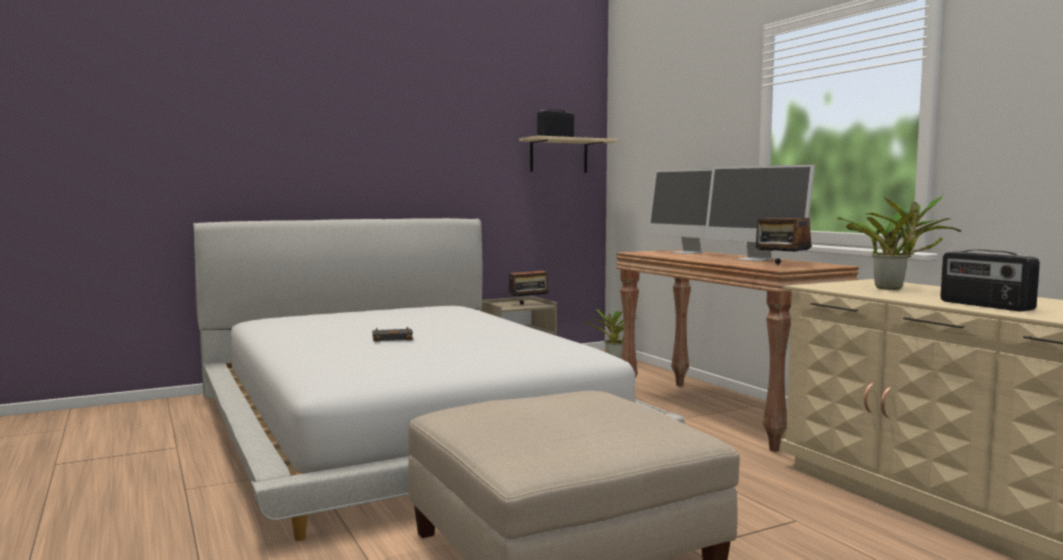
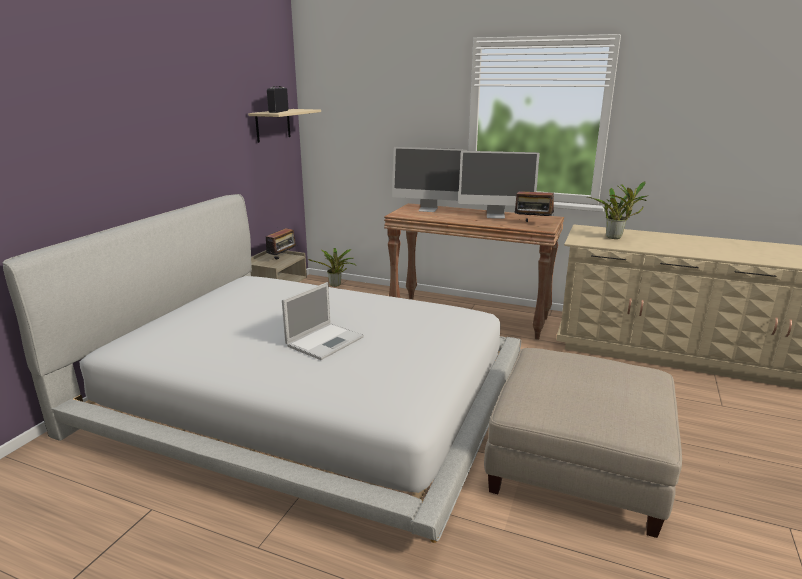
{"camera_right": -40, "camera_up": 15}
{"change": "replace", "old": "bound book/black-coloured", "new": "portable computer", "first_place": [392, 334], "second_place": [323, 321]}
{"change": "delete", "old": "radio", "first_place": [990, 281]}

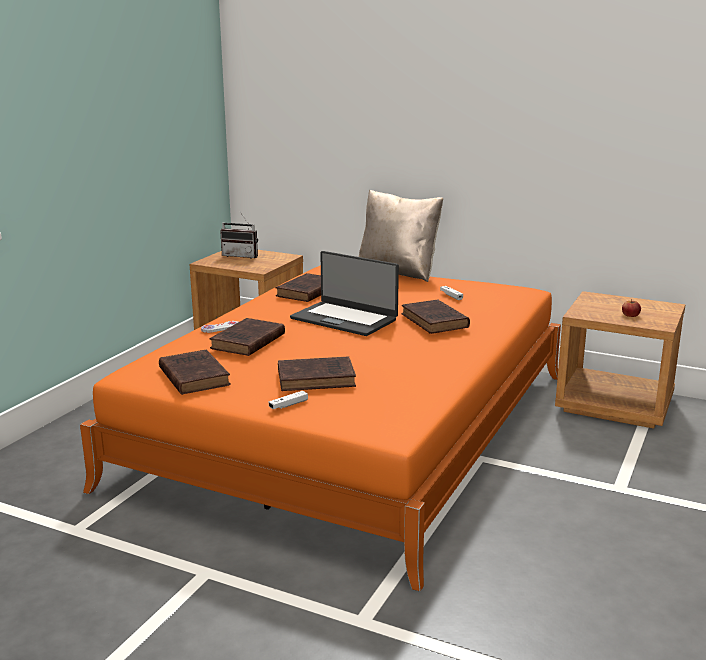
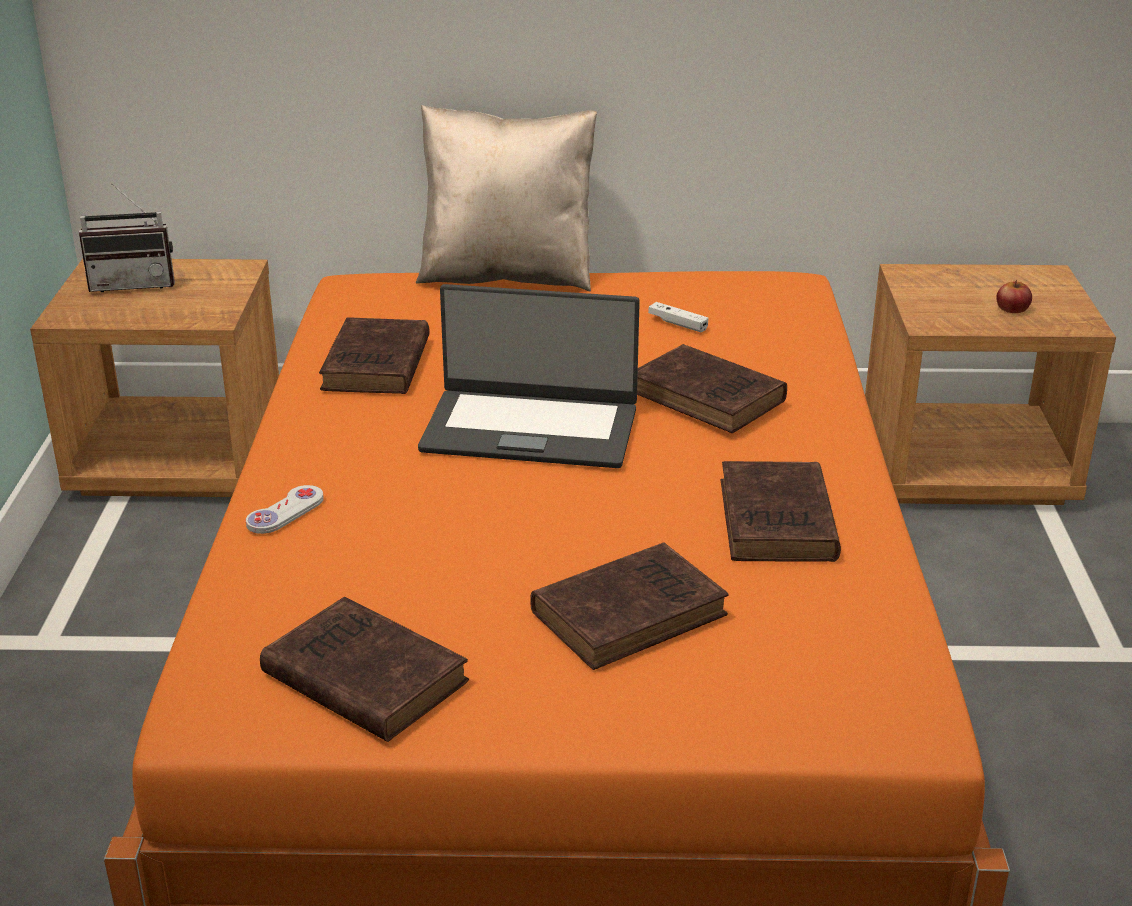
{"camera_right": -25, "camera_up": 10}
{"change": "move", "old": "bound book/brownish", "first_place": [247, 337], "second_place": [781, 511]}
{"change": "delete", "old": "gamepad/white-coloured", "first_place": [288, 400]}

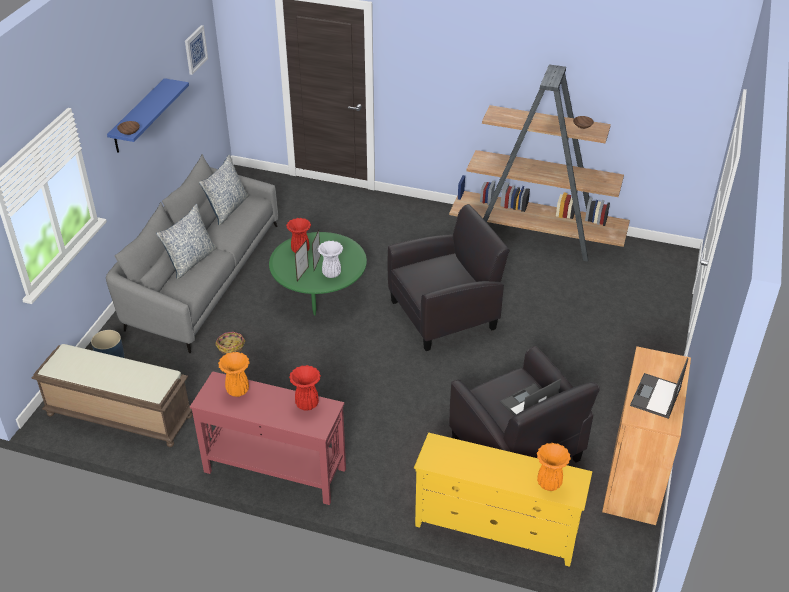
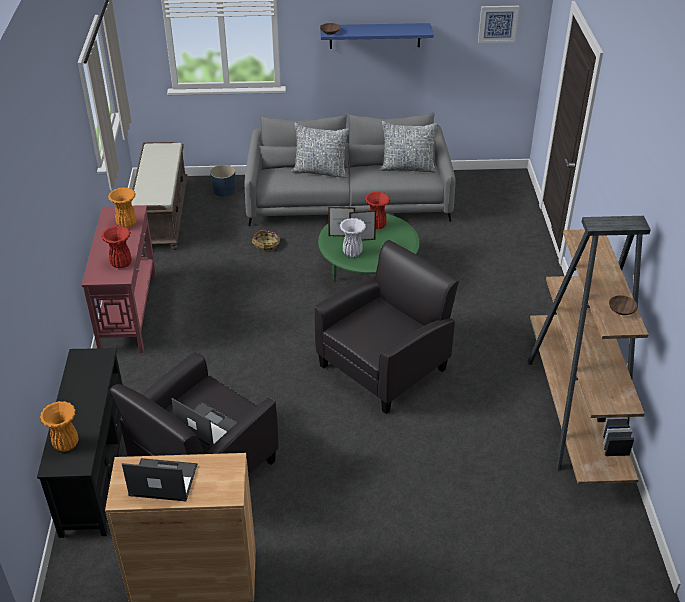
{"camera_right": 70, "camera_up": 0}
{"change": "recolor", "old": "tv stand/yellow", "new": "tv stand/black-coloured", "first_place": [503, 499], "second_place": [80, 443]}
{"change": "rotate", "old": "easy chair/black-coloured", "first_place": [449, 277], "second_place": [387, 327], "degrees": -90}

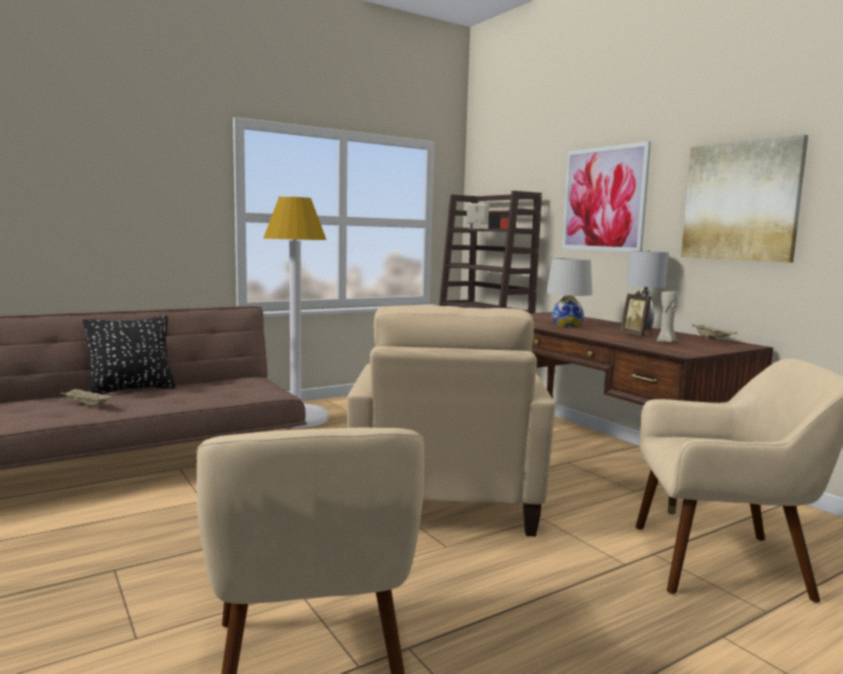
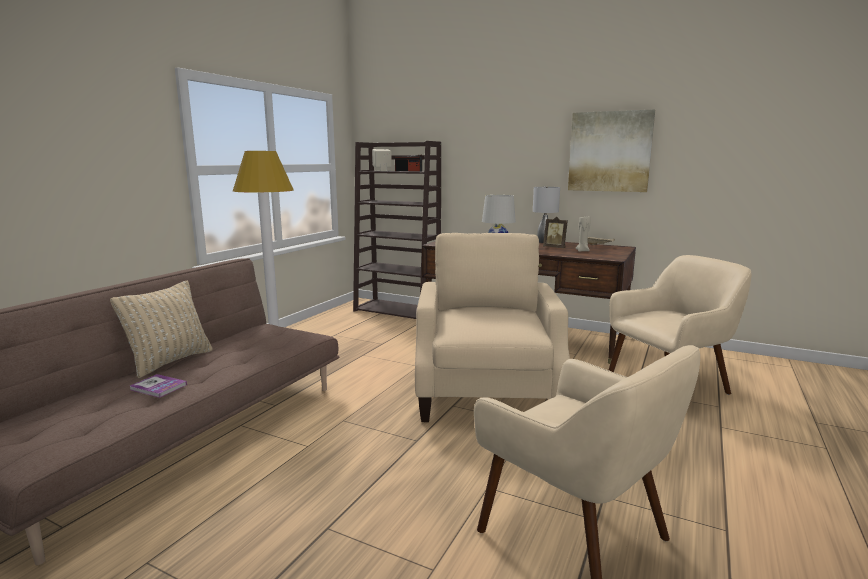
{"camera_right": -30, "camera_up": 5}
{"change": "recolor", "old": "pillow/black-coloured", "new": "pillow/beige", "first_place": [129, 355], "second_place": [161, 329]}
{"change": "replace", "old": "tray/beige", "new": "bound book", "first_place": [86, 397], "second_place": [158, 386]}
{"change": "rotate", "old": "easy chair/beige", "first_place": [451, 420], "second_place": [492, 327], "degrees": -150}
{"change": "delete", "old": "wall art", "first_place": [606, 196]}

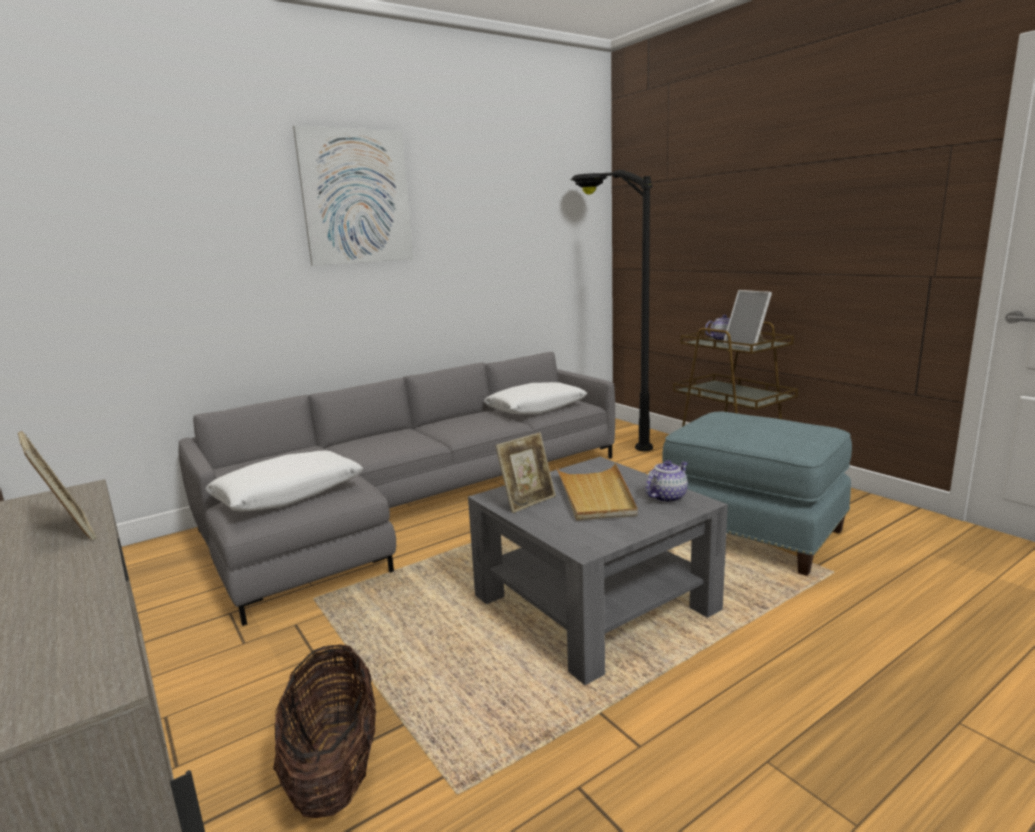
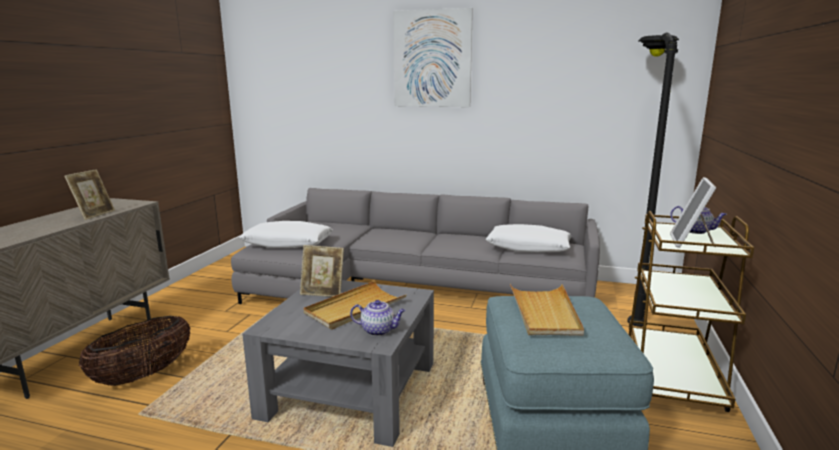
{"camera_right": 50, "camera_up": 0}
{"change": "insert", "new": "tray/beige", "second_place": [547, 310]}

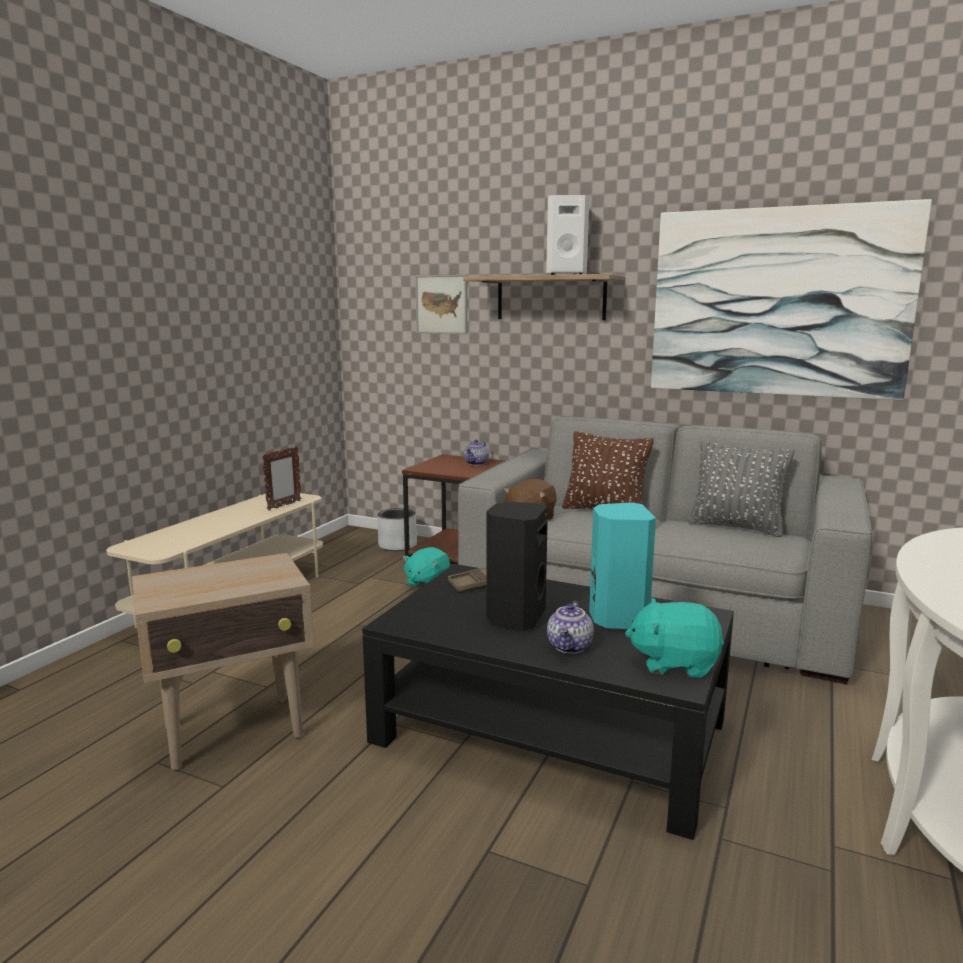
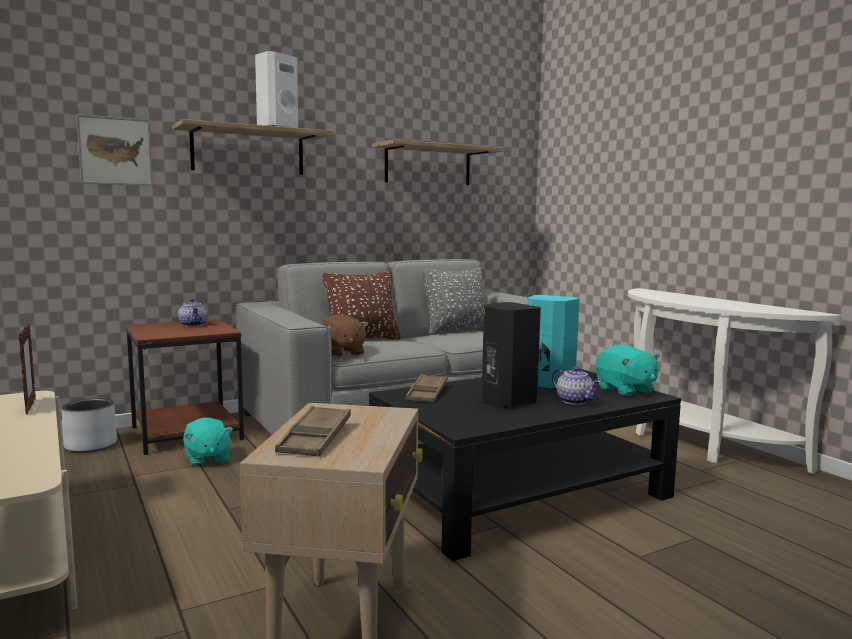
{"camera_right": -55, "camera_up": -5}
{"change": "insert", "new": "tray/brownish", "second_place": [313, 431]}
{"change": "replace", "old": "wall art", "new": "bracket shelf", "first_place": [791, 299], "second_place": [438, 162]}
{"change": "rotate", "old": "soft toy/turquoise", "first_place": [674, 638], "second_place": [627, 370], "degrees": -75}

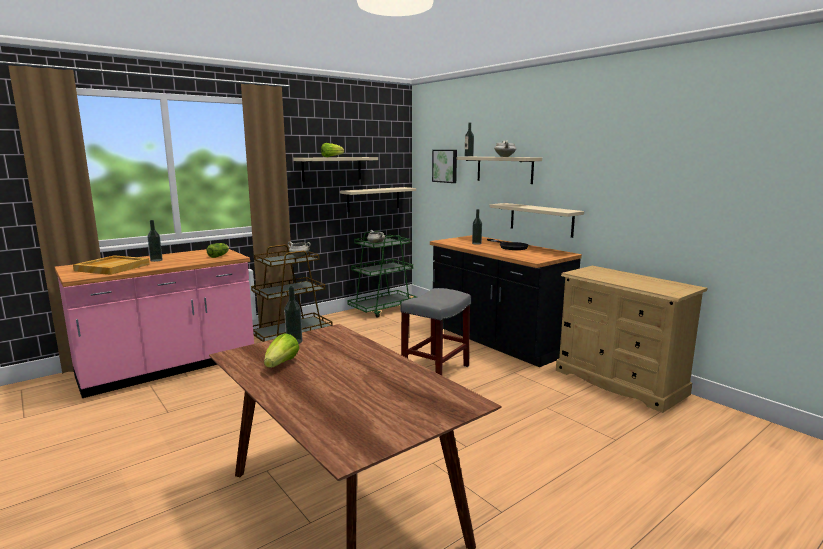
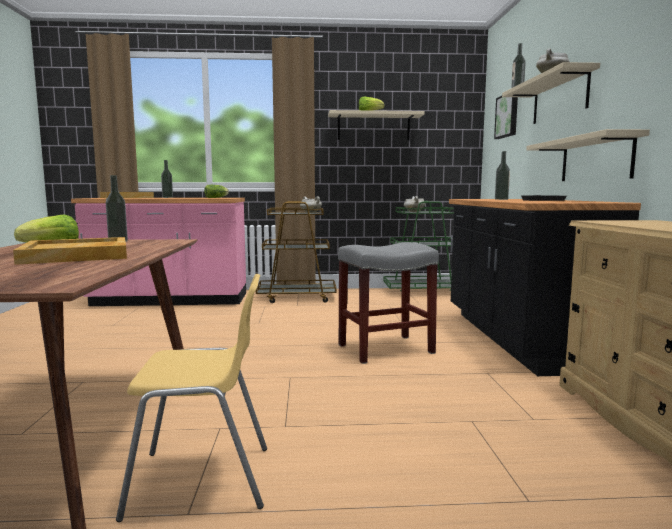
{"camera_right": 35, "camera_up": -5}
{"change": "insert", "new": "tray/beige", "second_place": [70, 251]}
{"change": "insert", "new": "chair/yellow", "second_place": [191, 398]}
{"change": "delete", "old": "bracket shelf/beige", "first_place": [378, 199]}

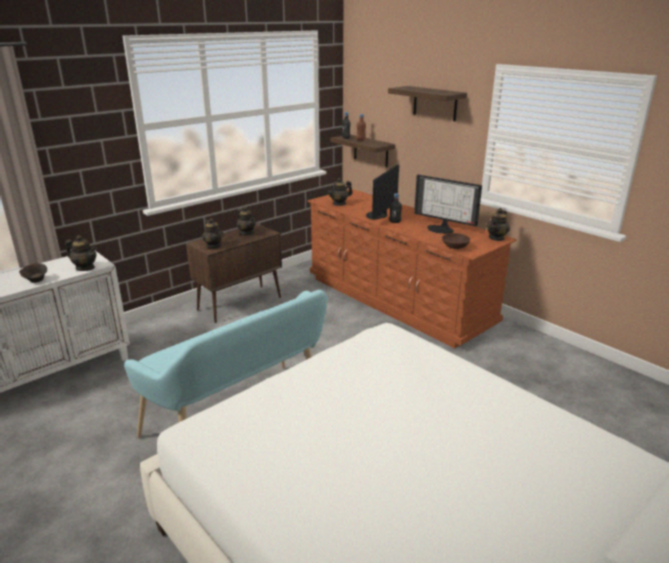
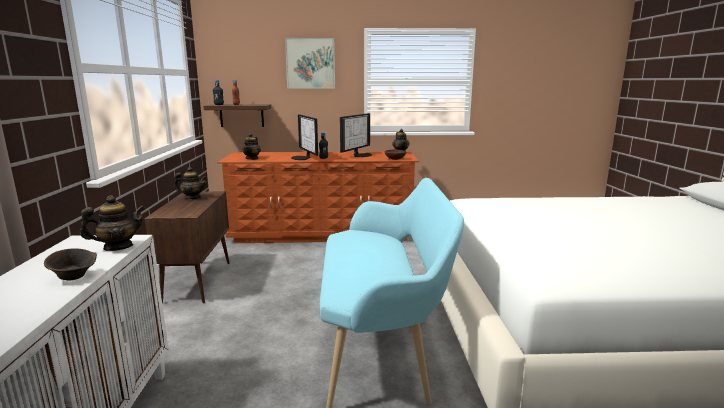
{"camera_right": -50, "camera_up": -10}
{"change": "replace", "old": "bracket shelf", "new": "wall art", "first_place": [427, 103], "second_place": [310, 63]}
{"change": "rotate", "old": "computer display", "first_place": [448, 204], "second_place": [356, 135], "degrees": -45}
{"change": "delete", "old": "tea pot", "first_place": [213, 233]}

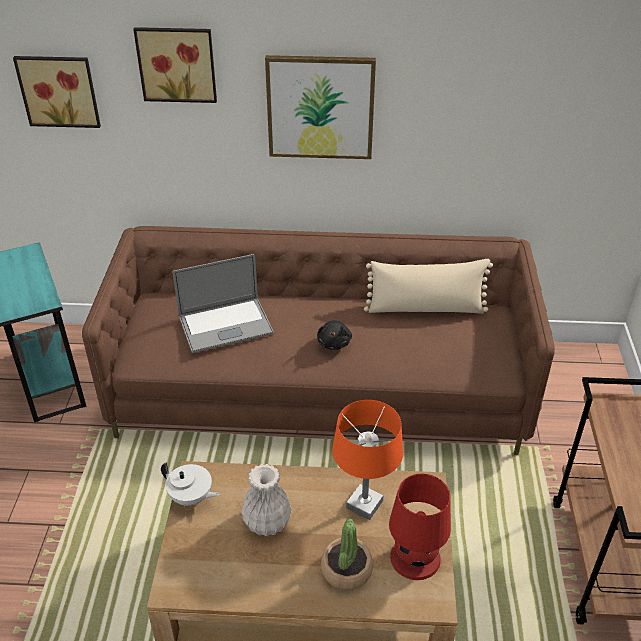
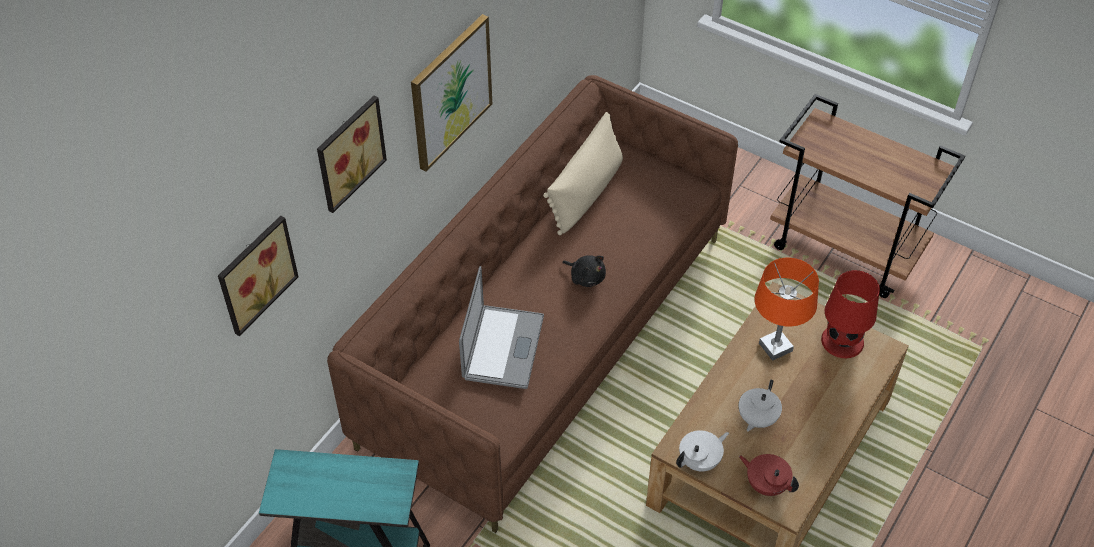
{"camera_right": -60, "camera_up": 10}
{"change": "replace", "old": "decorative vase/white-coloured", "new": "tea pot/white-coloured", "first_place": [266, 500], "second_place": [760, 405]}
{"change": "insert", "new": "tea pot/reddish", "second_place": [769, 475]}
{"change": "delete", "old": "plant in a pot", "first_place": [347, 554]}

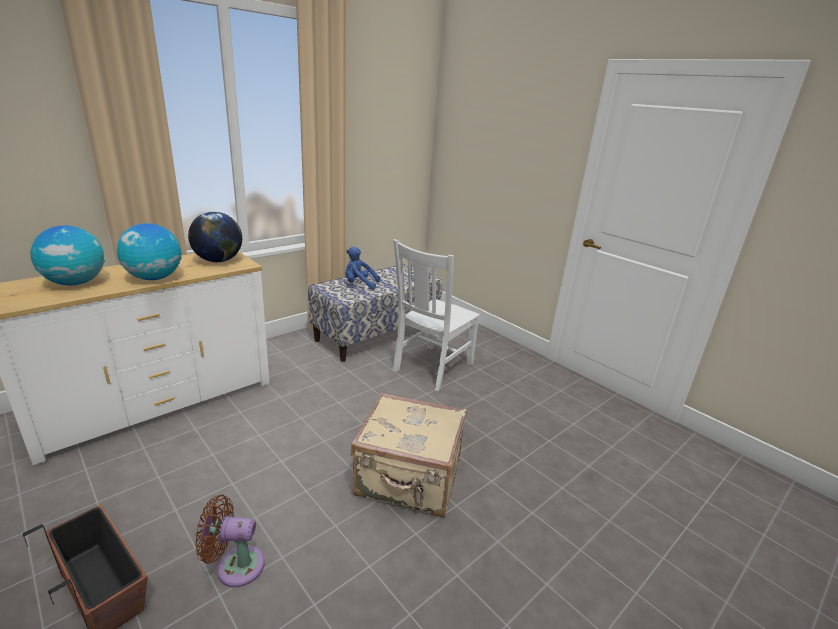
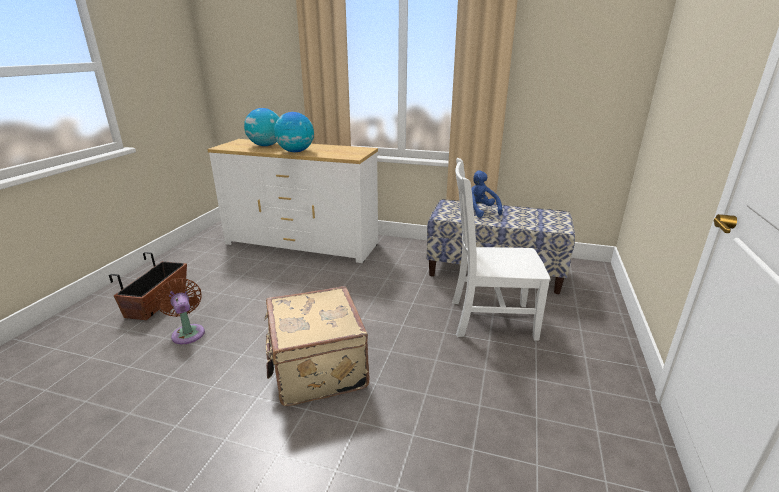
{"camera_right": 60, "camera_up": 0}
{"change": "delete", "old": "desk globe", "first_place": [215, 237]}

